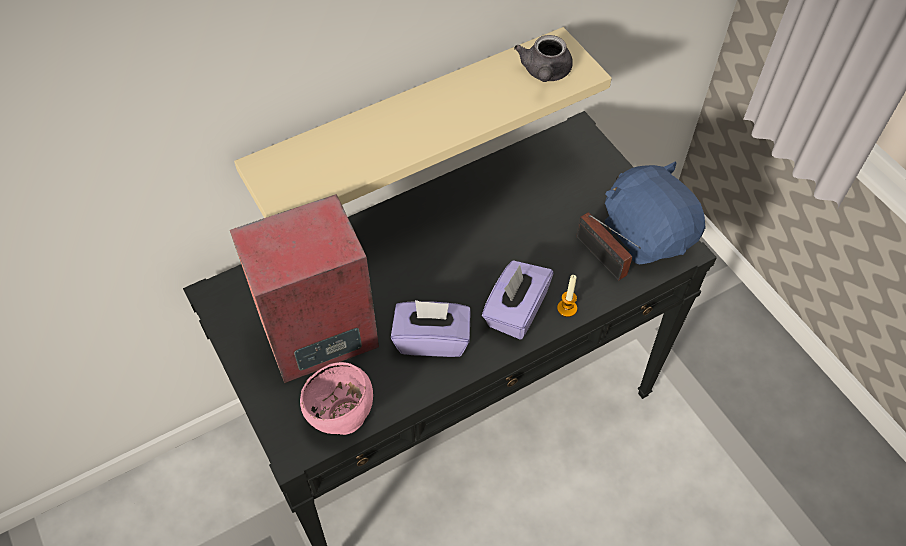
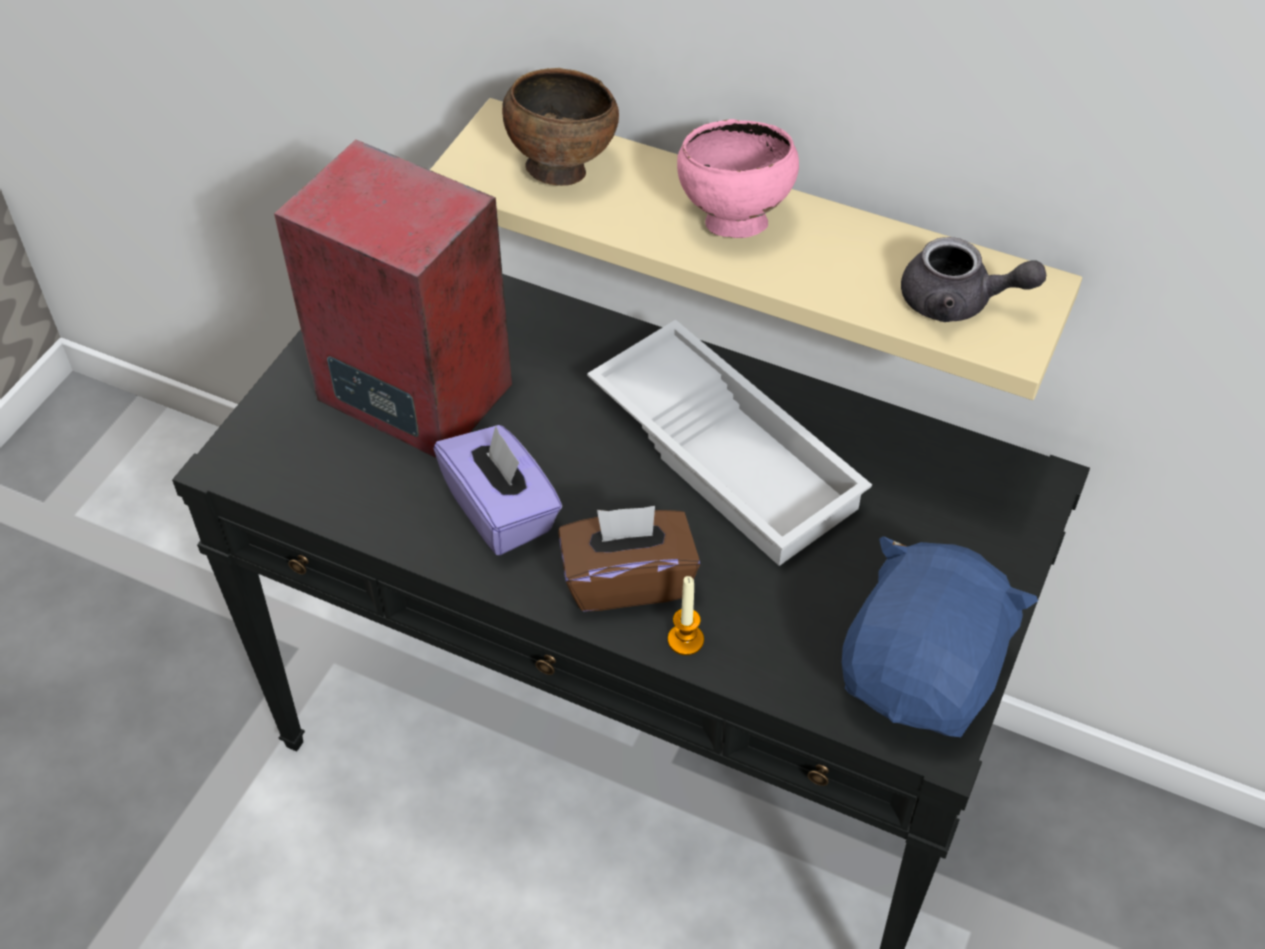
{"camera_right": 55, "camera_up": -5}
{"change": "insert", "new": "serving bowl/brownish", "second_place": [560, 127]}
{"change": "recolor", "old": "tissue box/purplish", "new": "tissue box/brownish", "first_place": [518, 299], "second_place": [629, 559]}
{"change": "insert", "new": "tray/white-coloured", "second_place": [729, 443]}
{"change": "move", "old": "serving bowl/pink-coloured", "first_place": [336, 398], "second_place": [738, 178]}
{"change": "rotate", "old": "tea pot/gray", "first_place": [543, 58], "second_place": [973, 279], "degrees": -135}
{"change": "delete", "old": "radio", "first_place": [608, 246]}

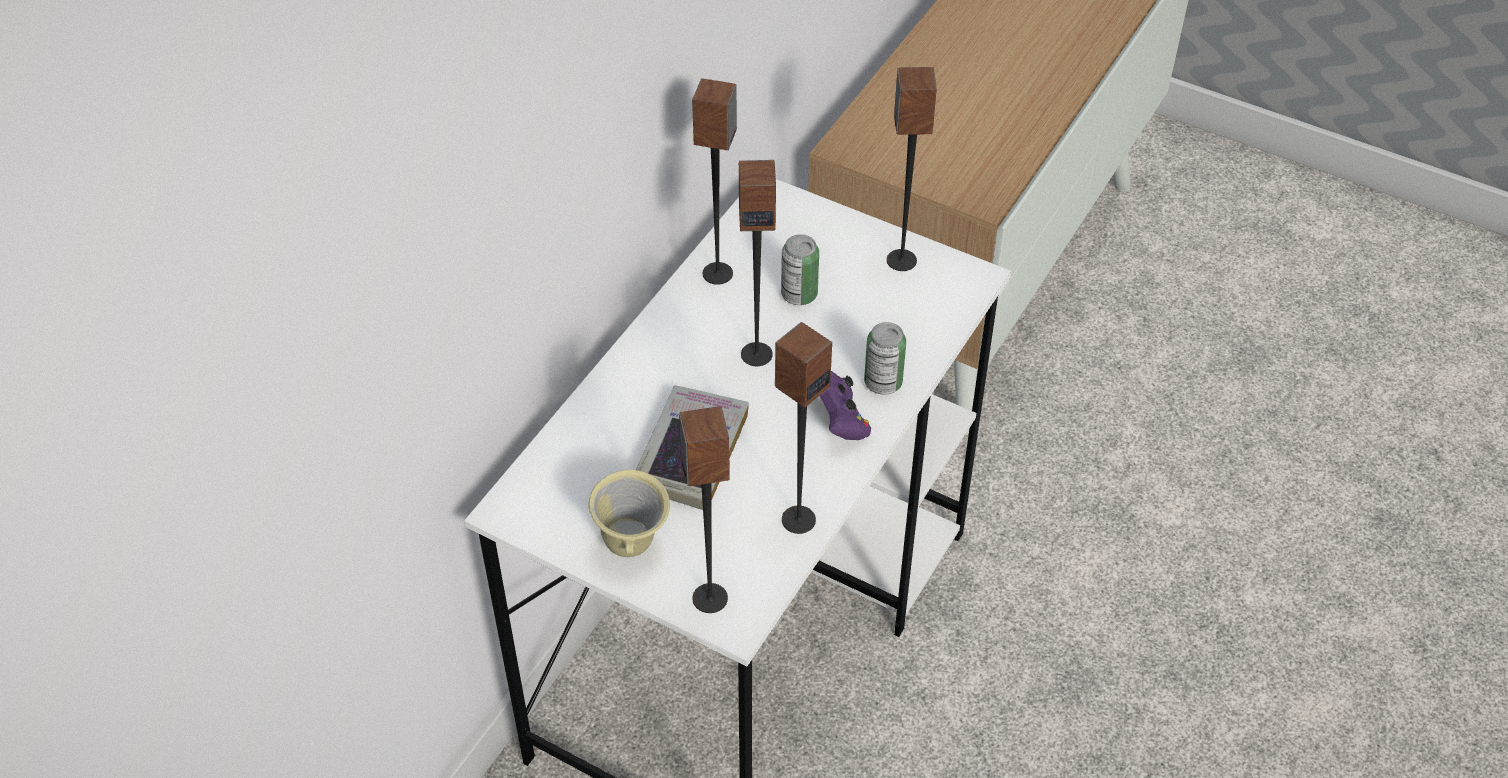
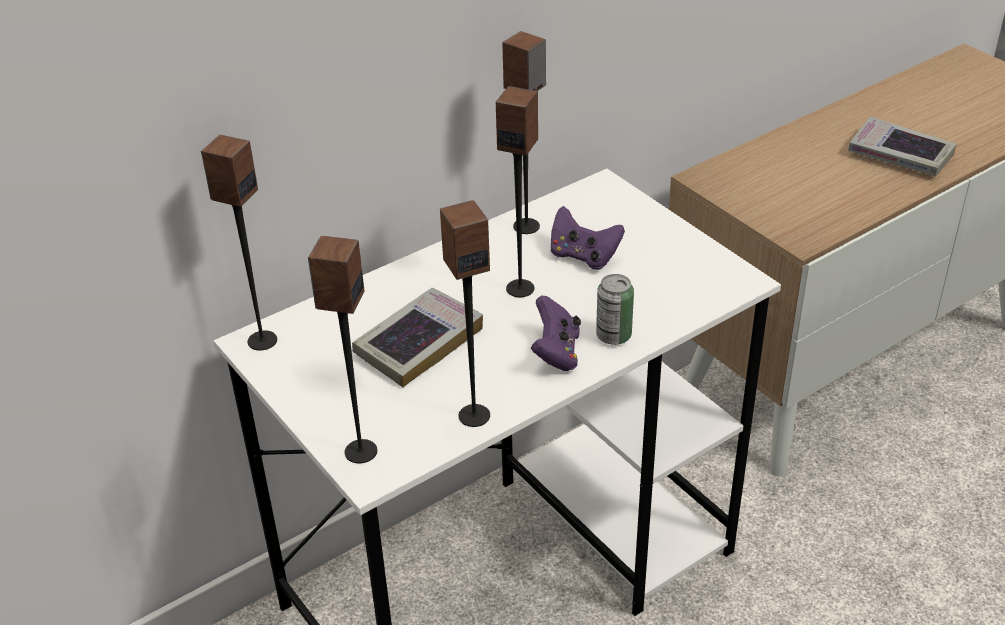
{"camera_right": 25, "camera_up": -10}
{"change": "move", "old": "loudspeaker", "first_place": [912, 169], "second_place": [239, 243]}
{"change": "replace", "old": "can", "new": "gamepad/purplish", "first_place": [800, 269], "second_place": [587, 238]}
{"change": "insert", "new": "bound book", "second_place": [902, 147]}
{"change": "delete", "old": "mug/beige", "first_place": [629, 513]}

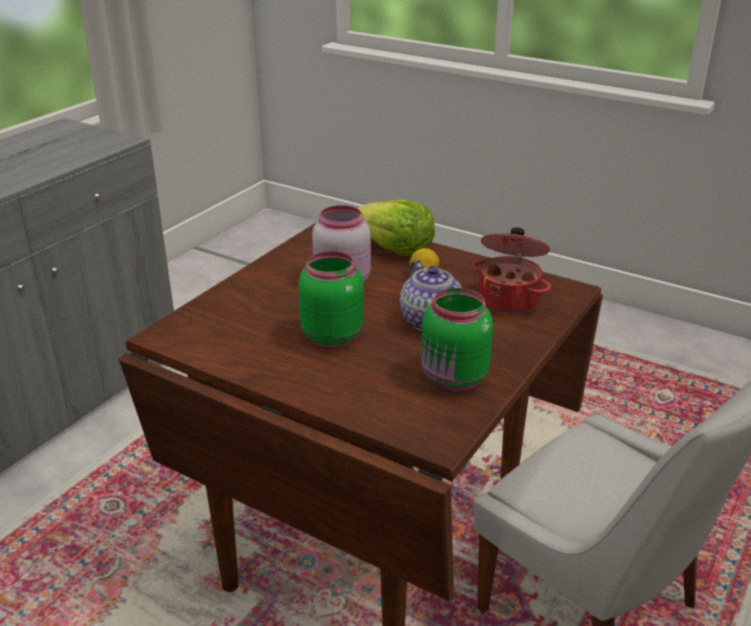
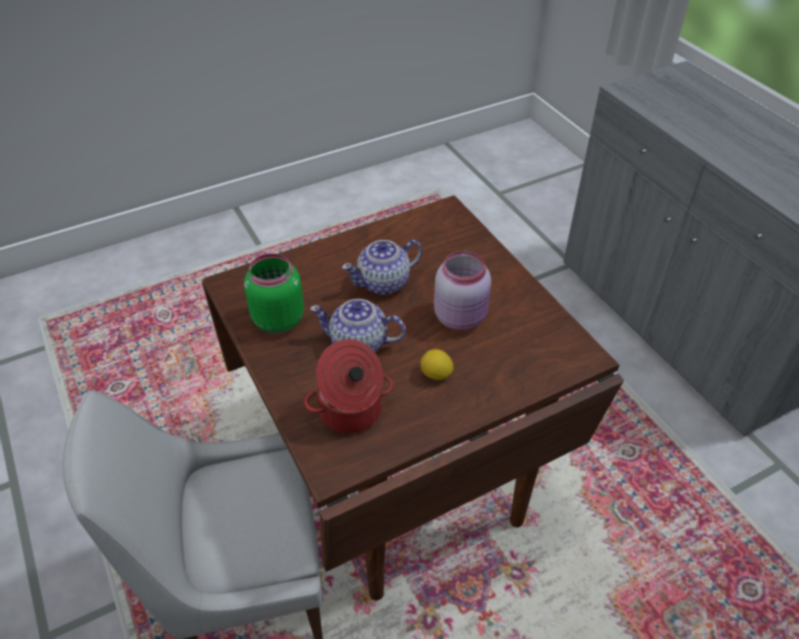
{"camera_right": 120, "camera_up": 15}
{"change": "replace", "old": "jar/green-coloured", "new": "tea pot", "first_place": [331, 299], "second_place": [382, 267]}
{"change": "delete", "old": "lettuce", "first_place": [396, 228]}

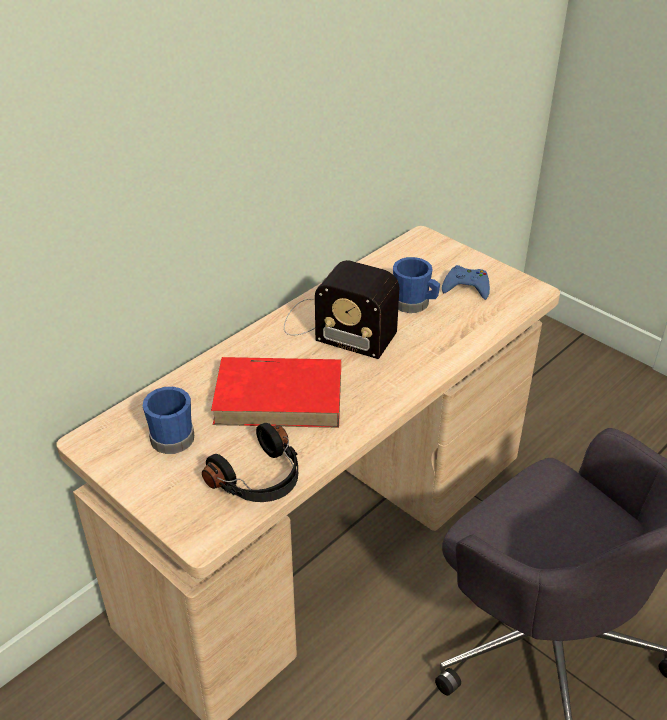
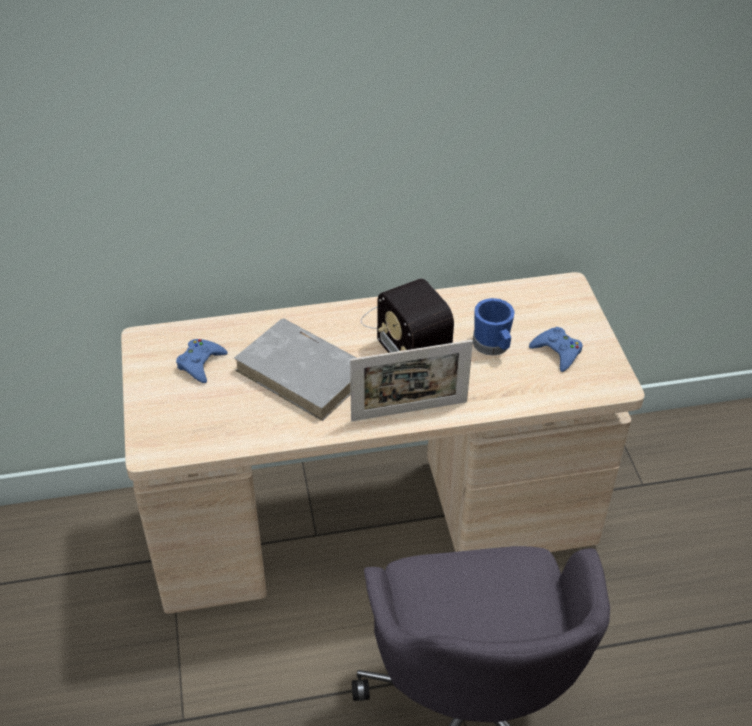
{"camera_right": 35, "camera_up": 5}
{"change": "replace", "old": "mug/bluish", "new": "gamepad/bluish", "first_place": [168, 420], "second_place": [201, 361]}
{"change": "recolor", "old": "bound book/reddish", "new": "bound book/gray", "first_place": [276, 392], "second_place": [295, 370]}
{"change": "insert", "new": "picture frame", "second_place": [411, 380]}
{"change": "delete", "old": "headphones/black-coloured", "first_place": [250, 462]}

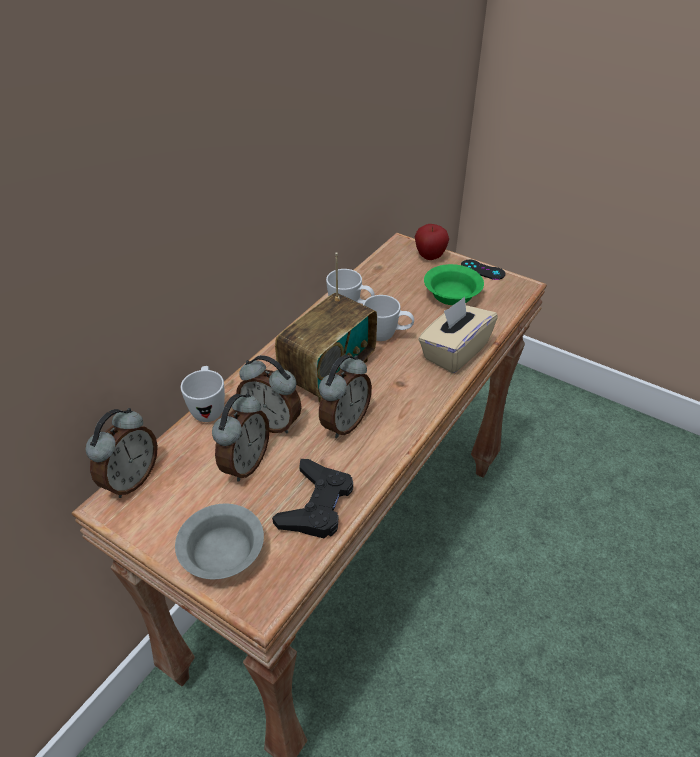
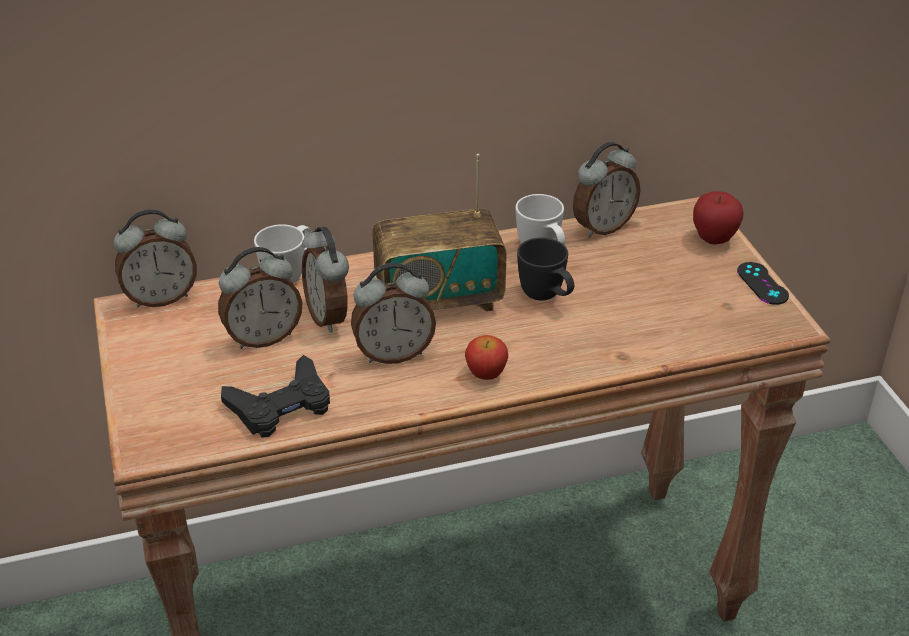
{"camera_right": 40, "camera_up": -5}
{"change": "insert", "new": "whole apple", "second_place": [486, 357]}
{"change": "recolor", "old": "mug/white-coloured", "new": "mug/black-coloured", "first_place": [388, 318], "second_place": [545, 269]}
{"change": "insert", "new": "alarm clock", "second_place": [606, 190]}
{"change": "delete", "old": "serving bowl/gray", "first_place": [219, 541]}
{"change": "delete", "old": "tissue box/beige", "first_place": [458, 334]}
{"change": "delete", "old": "serving bowl/green-coloured", "first_place": [454, 284]}

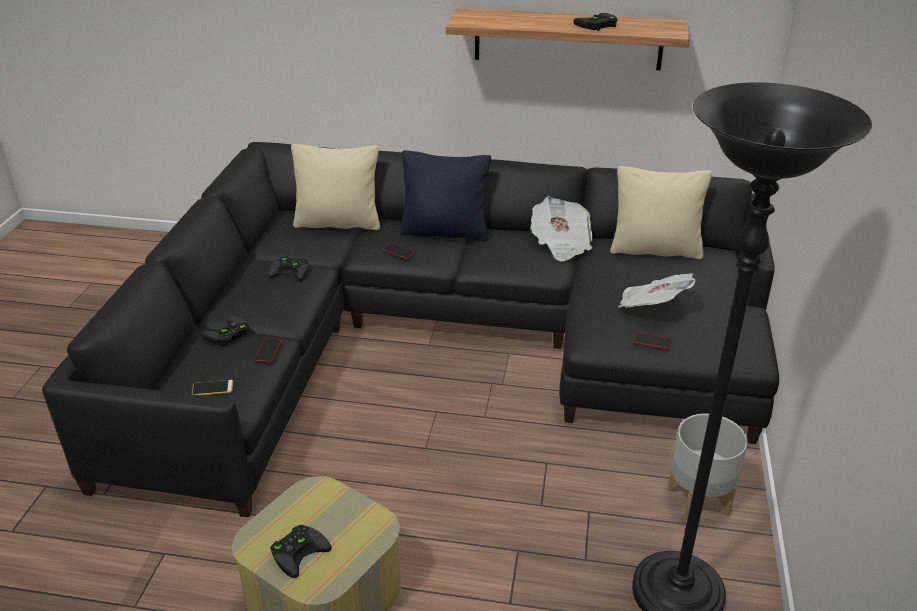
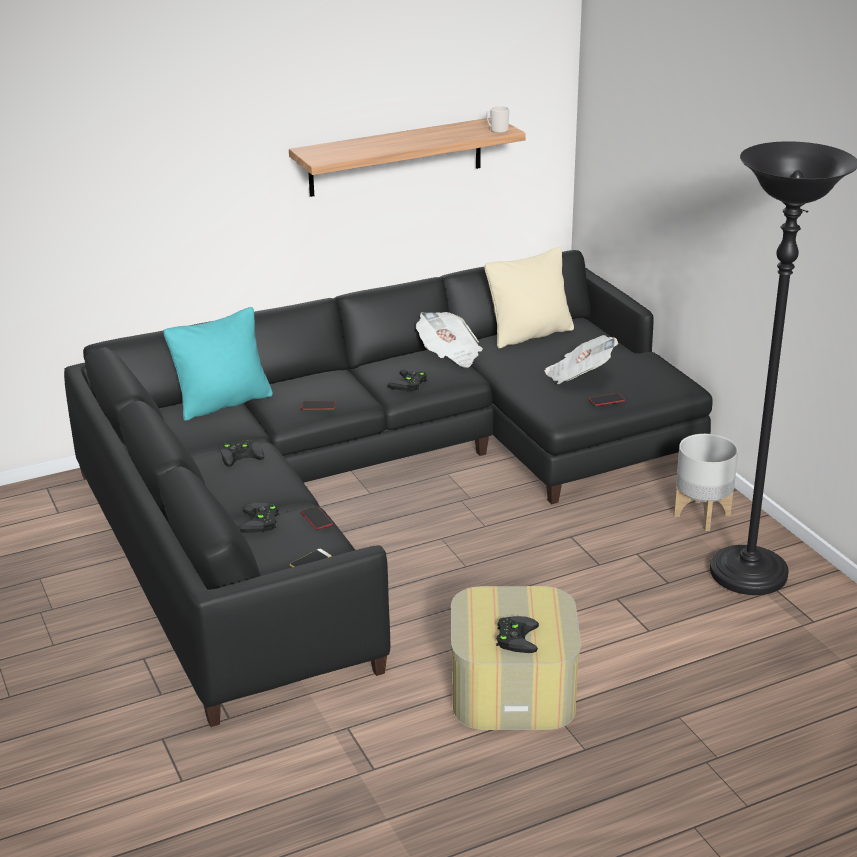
{"camera_right": -35, "camera_up": -5}
{"change": "recolor", "old": "pillow/beige", "new": "pillow/turquoise", "first_place": [335, 187], "second_place": [218, 364]}
{"change": "move", "old": "gamepad/black-coloured", "first_place": [595, 22], "second_place": [407, 379]}
{"change": "insert", "new": "mug", "second_place": [498, 119]}
{"change": "delete", "old": "pillow/black-coloured", "first_place": [445, 195]}

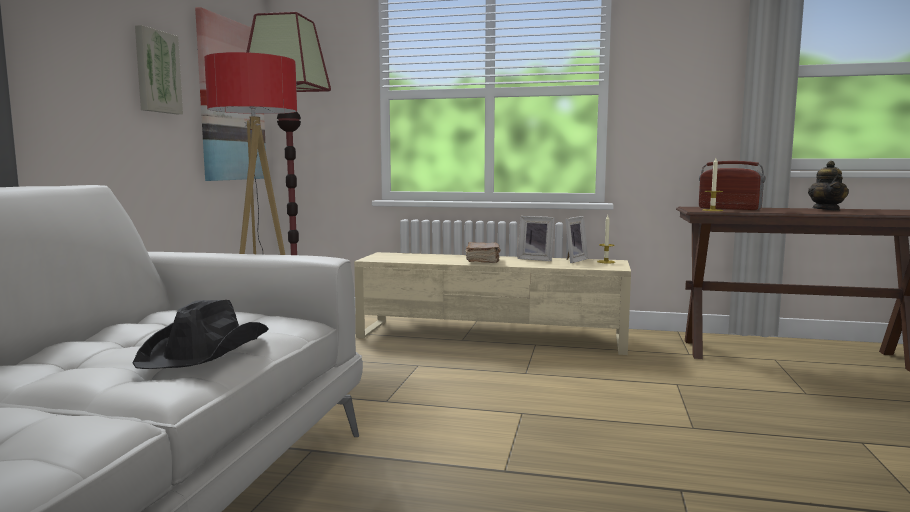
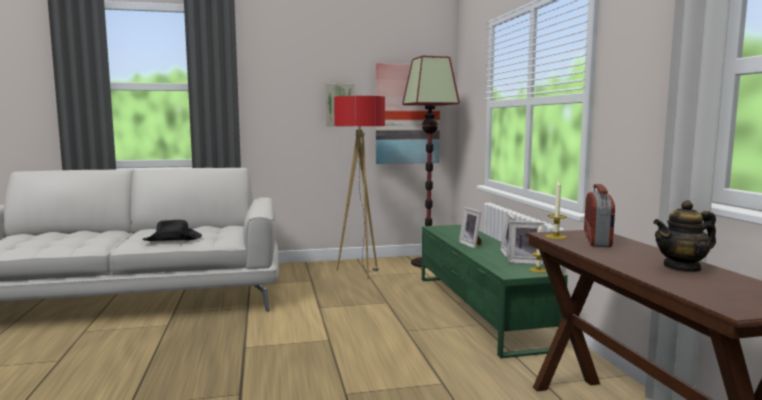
{"camera_right": 65, "camera_up": 0}
{"change": "recolor", "old": "tv stand/beige", "new": "tv stand/green-coloured", "first_place": [492, 303], "second_place": [495, 292]}
{"change": "replace", "old": "bound book/brownish", "new": "picture frame", "first_place": [483, 252], "second_place": [470, 228]}

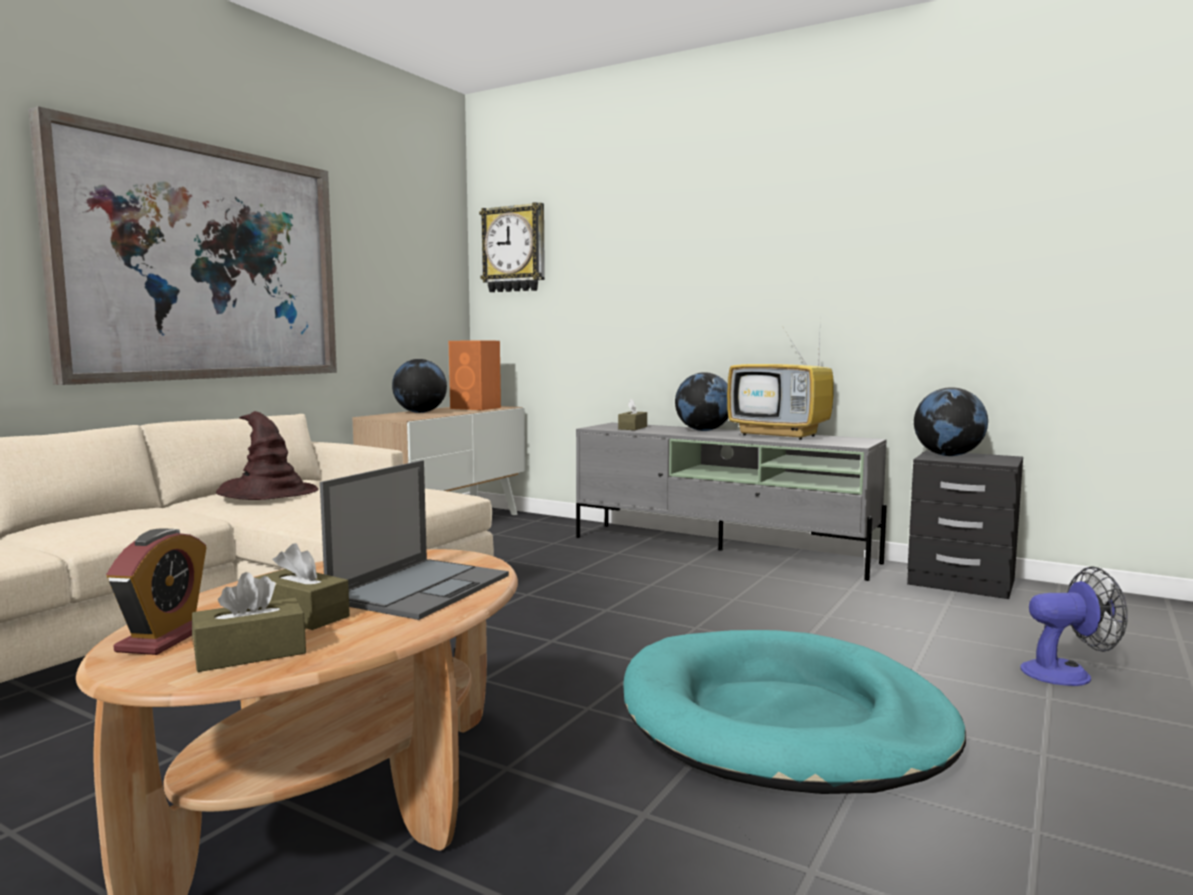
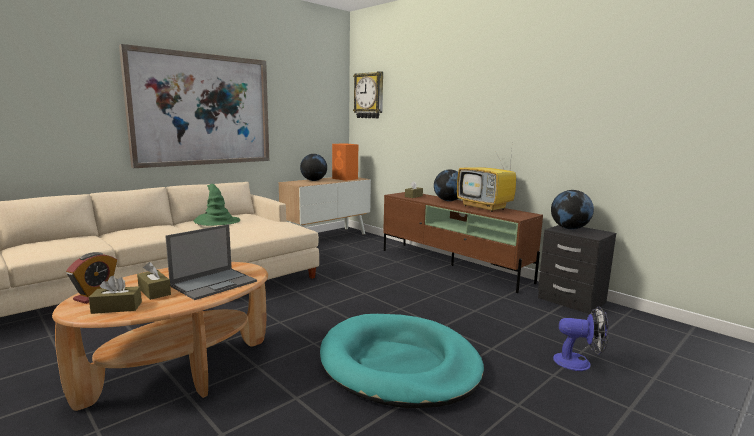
{"camera_right": 15, "camera_up": 5}
{"change": "recolor", "old": "clothing hat/brownish", "new": "clothing hat/green-coloured", "first_place": [267, 455], "second_place": [217, 205]}
{"change": "recolor", "old": "tv stand/gray", "new": "tv stand/brownish", "first_place": [731, 502], "second_place": [463, 242]}

